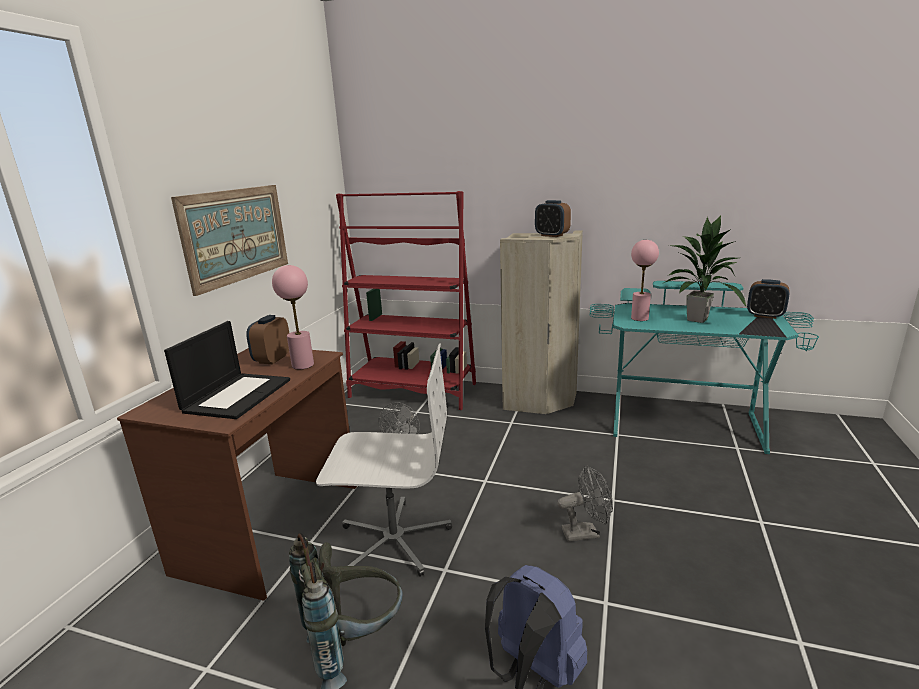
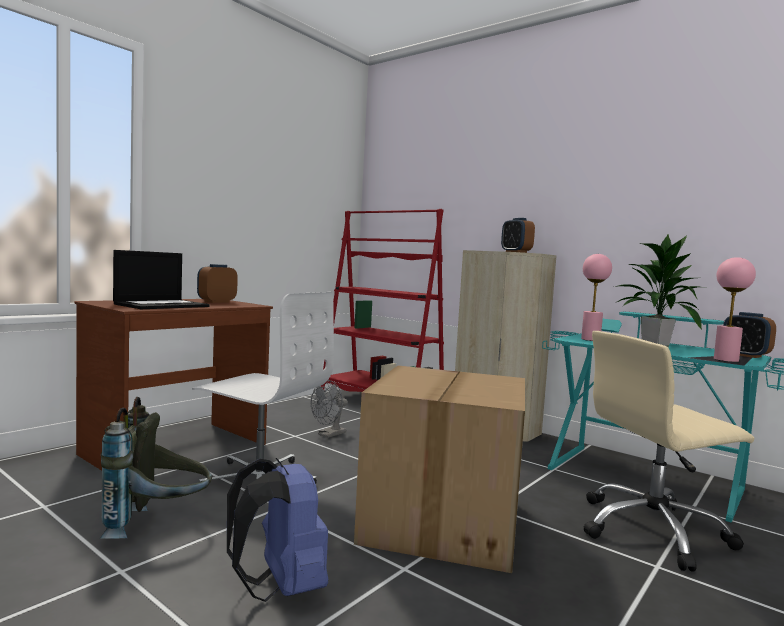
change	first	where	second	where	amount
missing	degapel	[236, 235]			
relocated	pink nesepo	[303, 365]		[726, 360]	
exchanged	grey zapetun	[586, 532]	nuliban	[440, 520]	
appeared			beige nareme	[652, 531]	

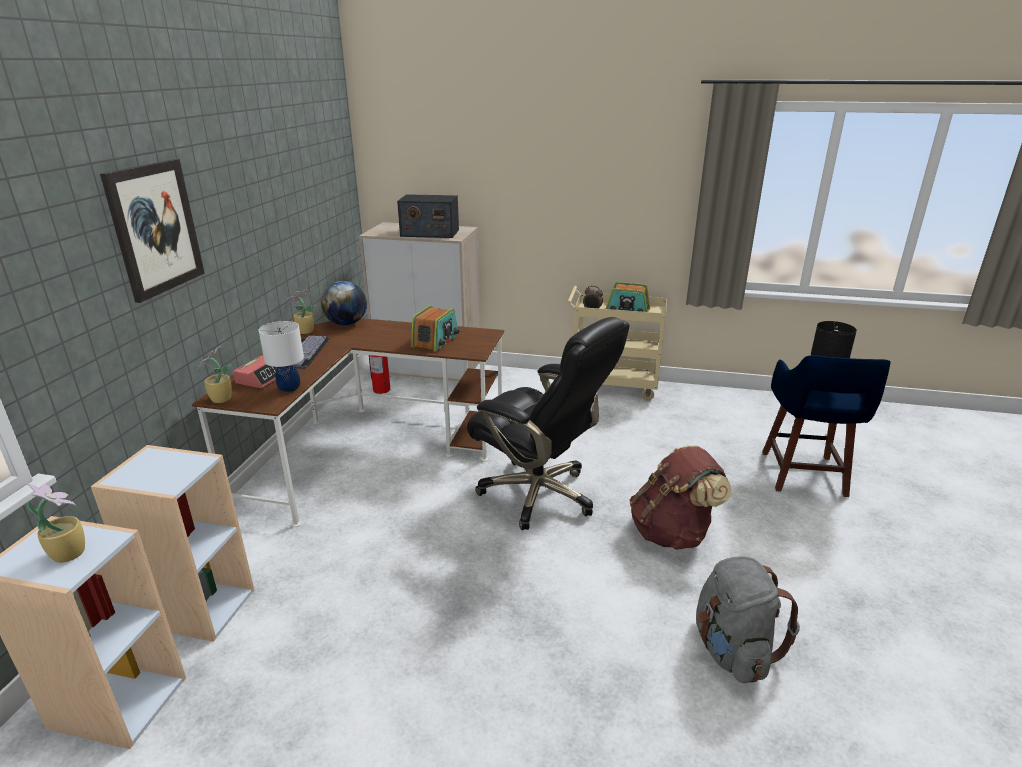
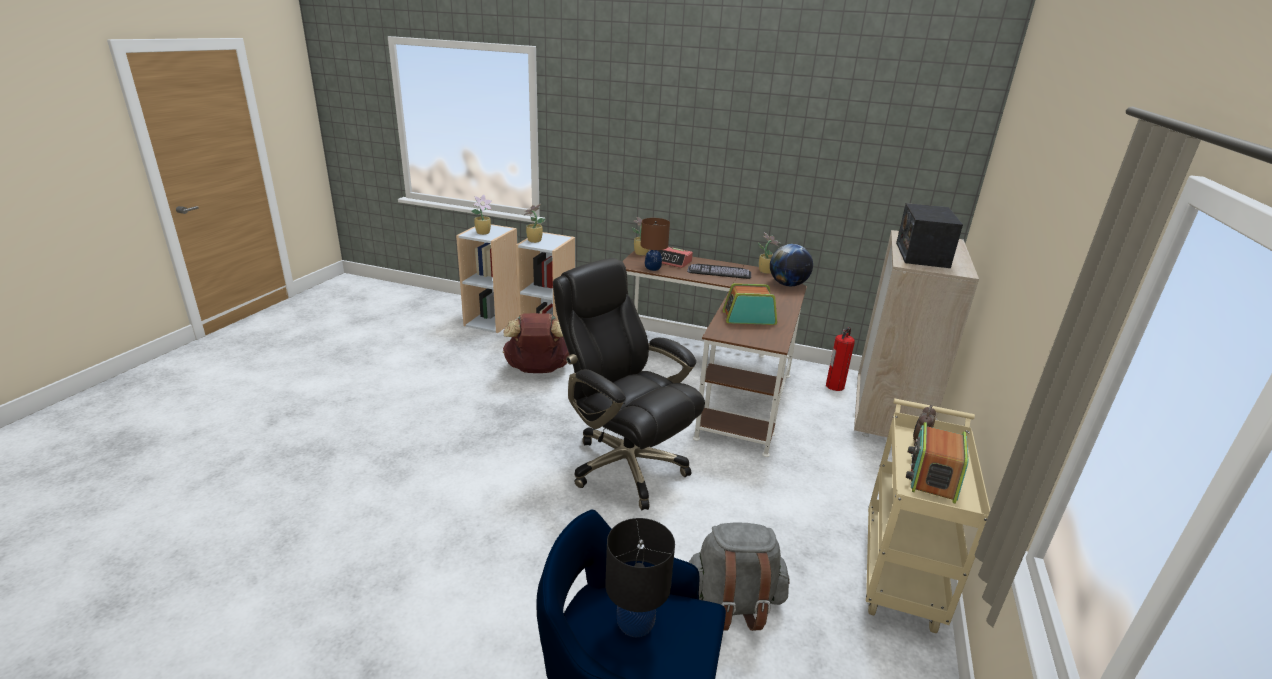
change	first	where	second	where	amount
missing	degapel	[155, 228]			
colour	white nesepo	[288, 388]	brown nesepo	[653, 269]	
spun	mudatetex	[435, 341]		[748, 318]	150 degrees clockwise
spun	black nareme	[540, 497]		[625, 465]	90 degrees clockwise
relocated	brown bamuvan	[672, 533]		[538, 370]	
relocated	grey bamuvan	[732, 650]		[733, 604]	
appeared			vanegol	[533, 241]	

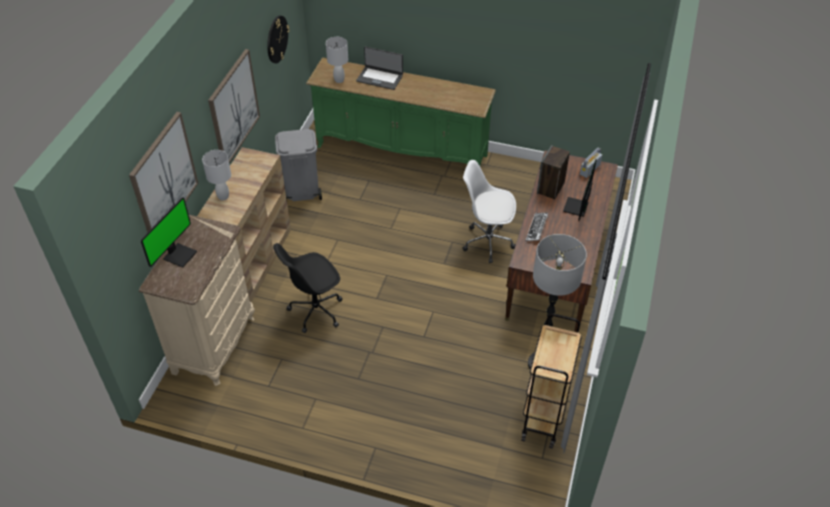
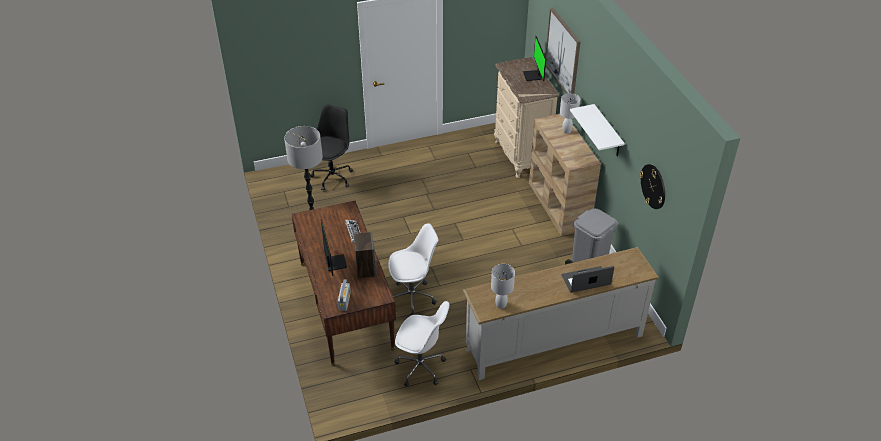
change	first	where	second	where	amount
exchanged	degapel	[233, 108]	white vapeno	[607, 132]	
relocated	black nareme	[315, 312]		[333, 177]	
colour	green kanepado	[401, 152]	grey kanepado	[553, 342]	
relocated	white nesepo	[339, 80]		[501, 305]	
missing	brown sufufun	[543, 419]			
appeared			white nareme	[421, 368]	

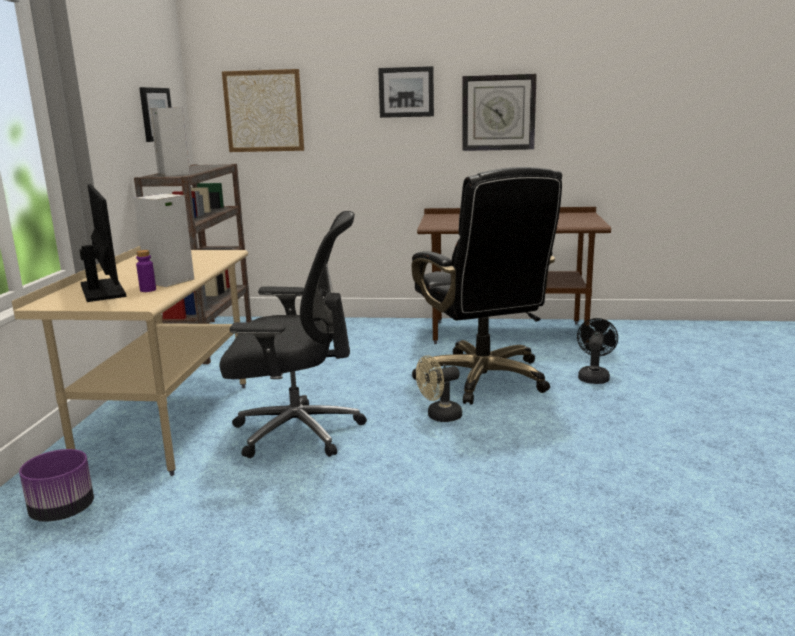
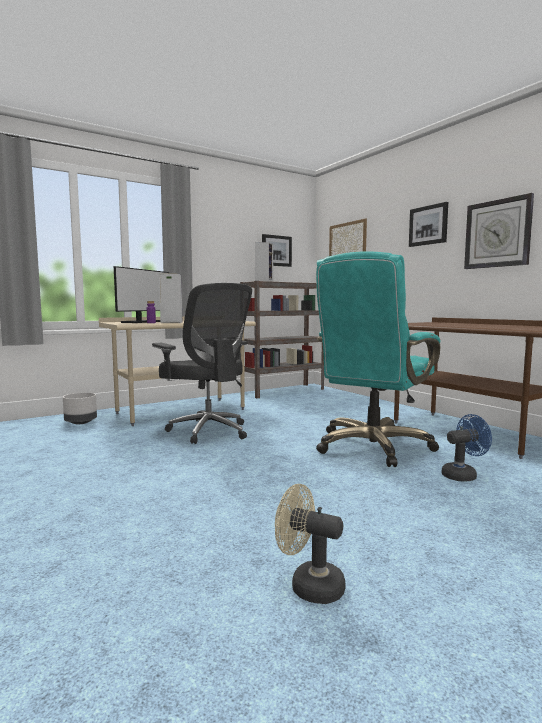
change	first	where	second	where	amount
colour	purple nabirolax	[62, 512]	grey nabirolax	[80, 422]	
colour	black nareme	[482, 377]	turquoise nareme	[372, 446]	
relocated	beige zapetun	[439, 417]		[309, 585]	
colour	black zapetun	[594, 376]	blue zapetun	[463, 475]	

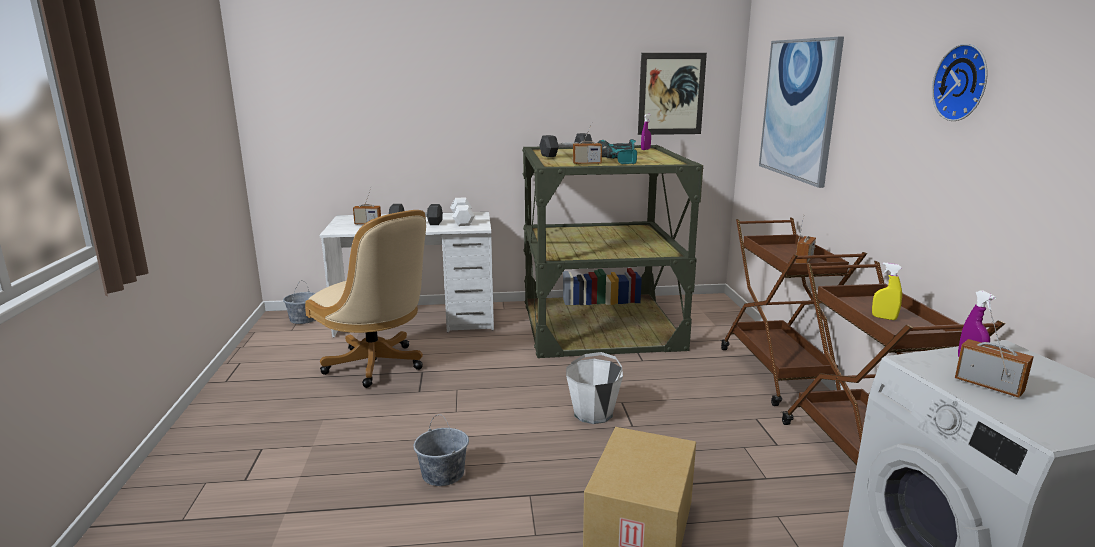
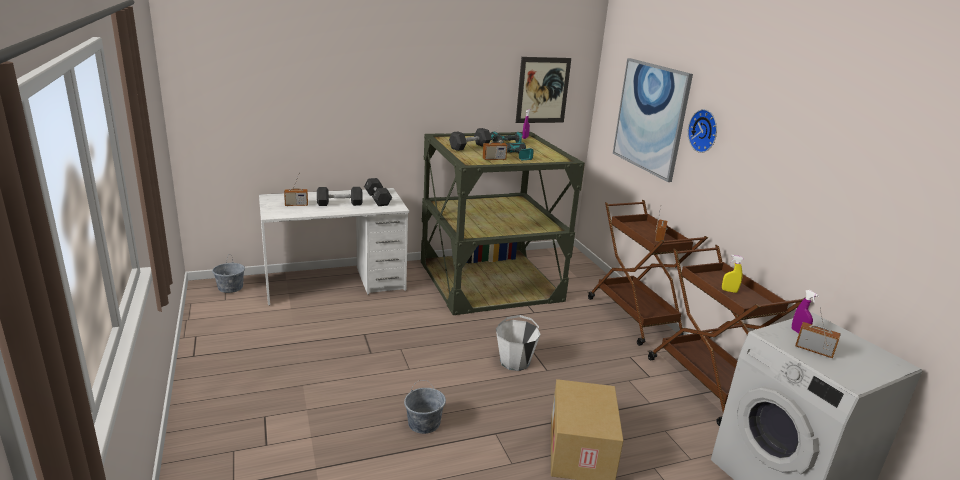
change	first	where	second	where	amount
missing	beige nareme	[379, 368]			
colour	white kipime	[462, 220]	black kipime	[377, 199]	
relocated	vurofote	[964, 83]		[705, 131]	

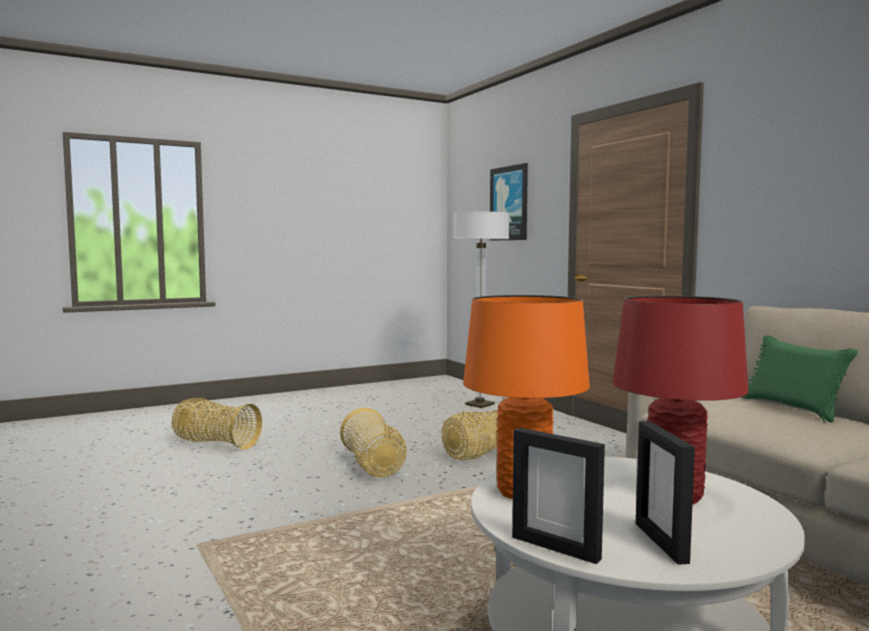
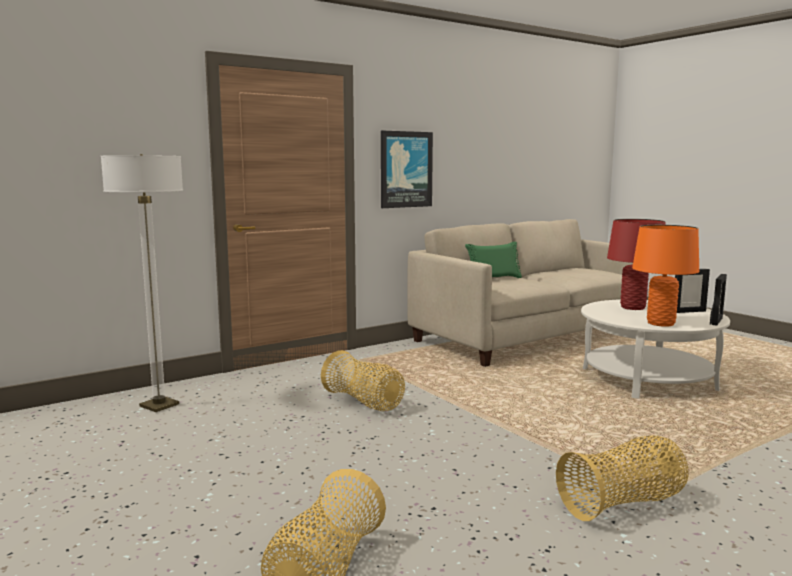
change	first	where	second	where	amount
relocated	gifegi	[373, 466]		[623, 504]	
relocated	degapel	[509, 203]		[405, 169]	

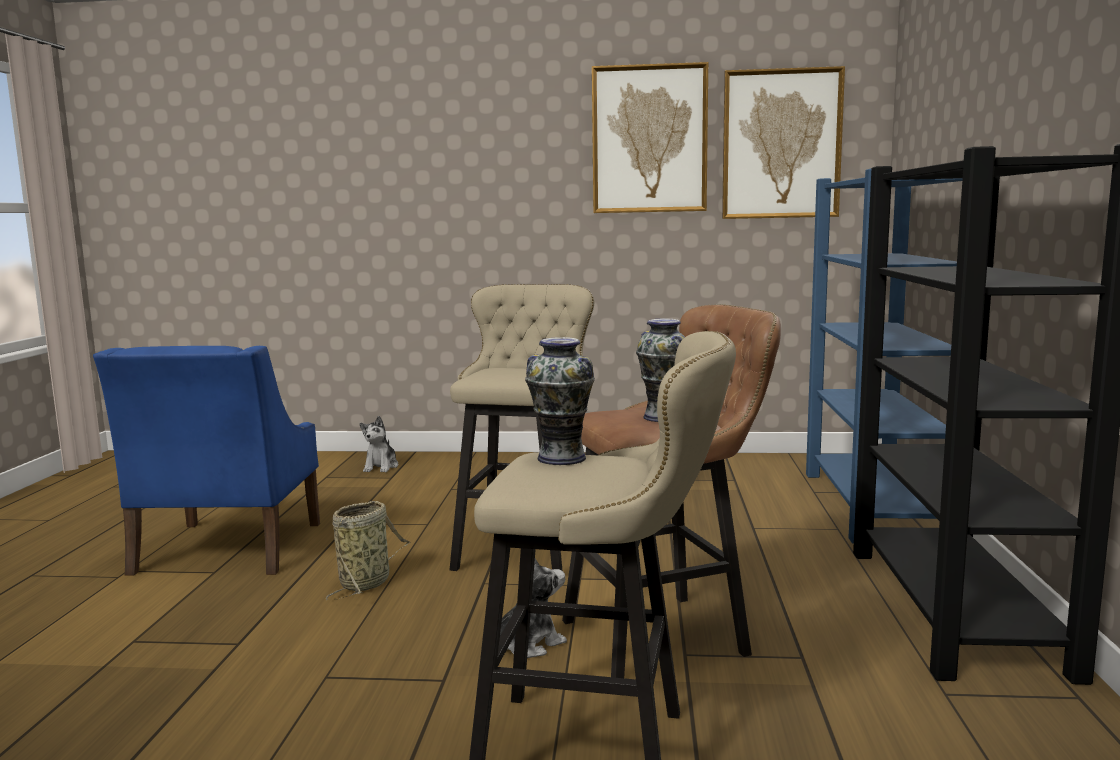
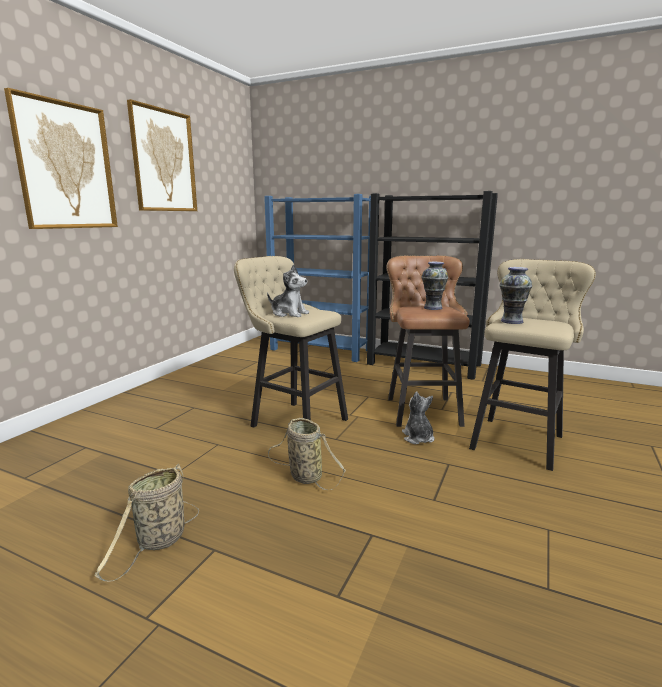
change	first	where	second	where	amount
exchanged	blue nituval	[227, 548]	gifegi	[159, 542]	
relocated	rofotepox	[381, 467]		[289, 314]	
relocated	degapel	[781, 144]		[66, 166]	

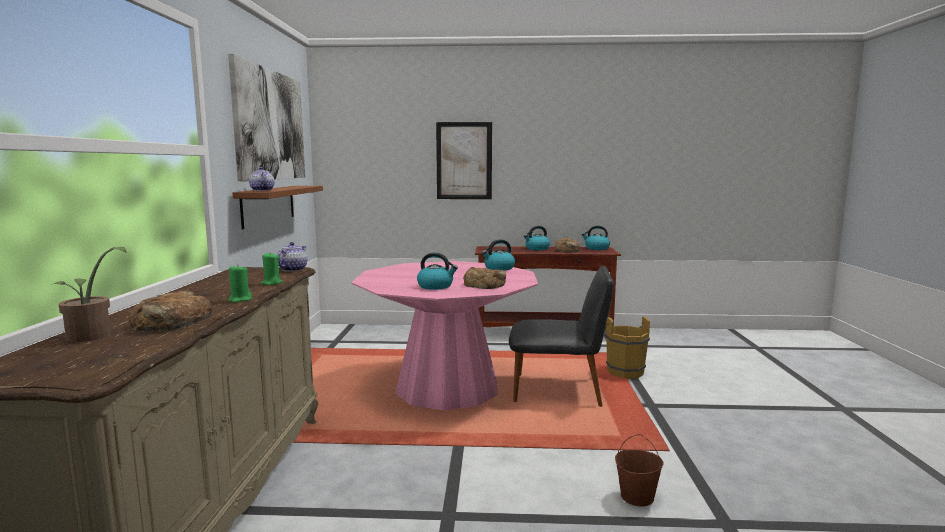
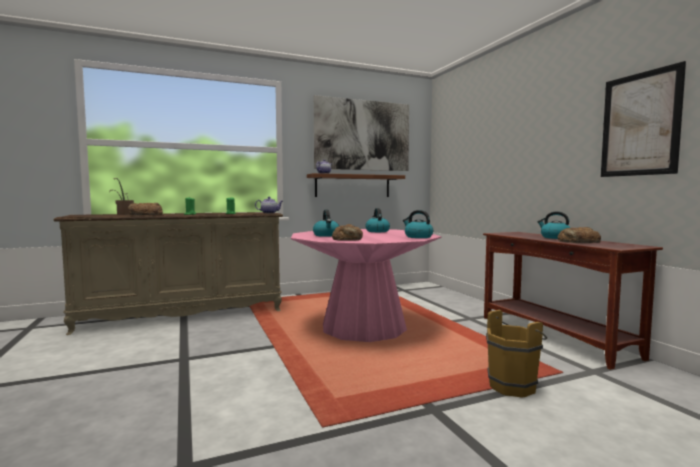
change	first	where	second	where	amount
relocated	degapel	[464, 161]		[640, 124]	
missing	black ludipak	[557, 390]			
relocated	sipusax	[596, 248]		[377, 231]	
missing	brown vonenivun	[637, 497]			

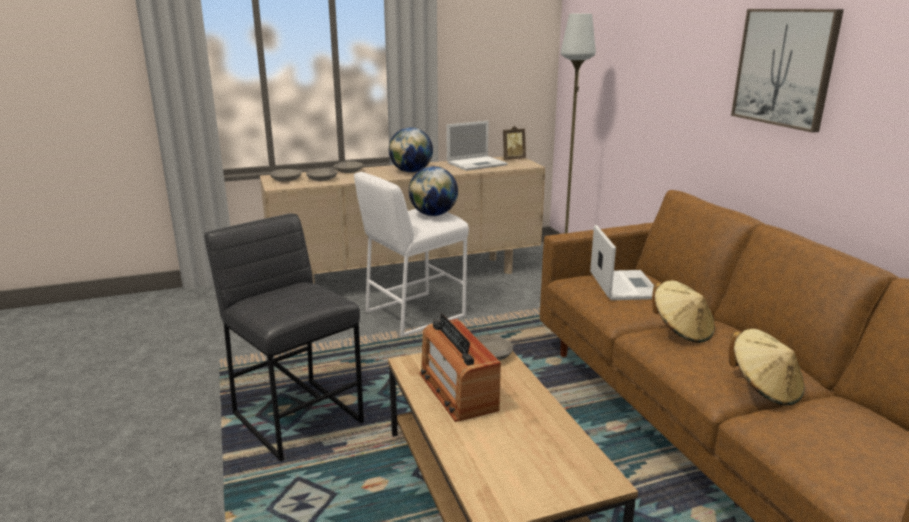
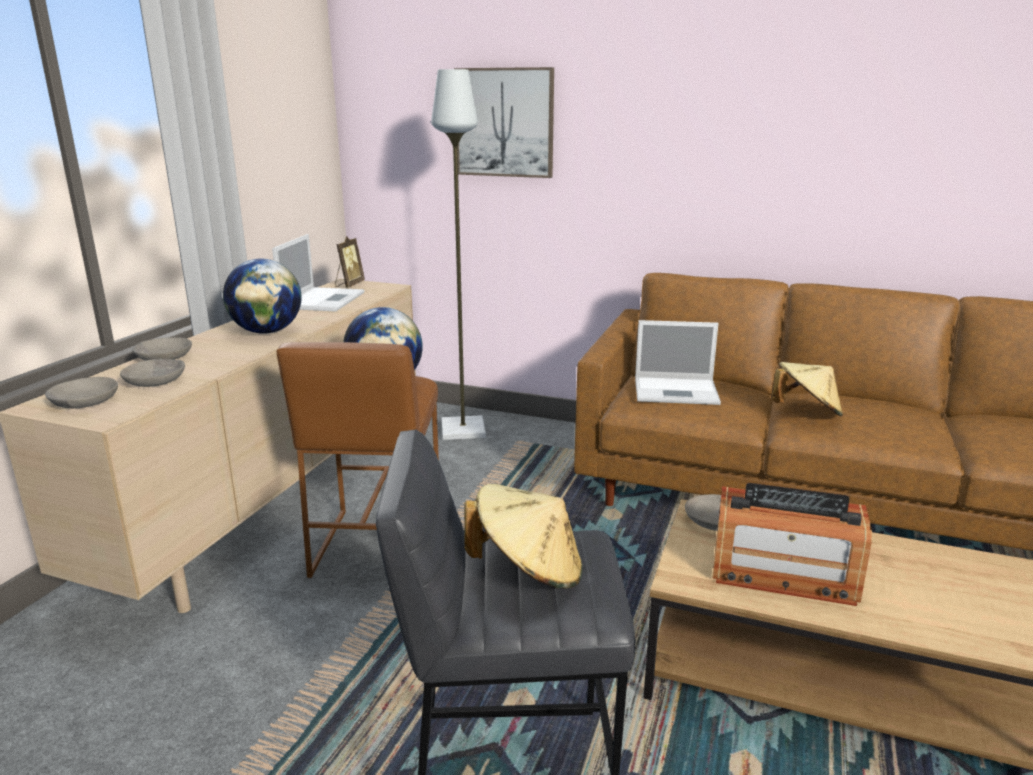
change	first	where	second	where	amount
colour	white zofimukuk	[413, 314]	brown zofimukuk	[377, 545]	
spun	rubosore	[623, 285]		[677, 391]	150 degrees clockwise
relocated	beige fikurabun	[763, 388]		[528, 570]	
relocated	degapel	[784, 67]		[504, 123]	

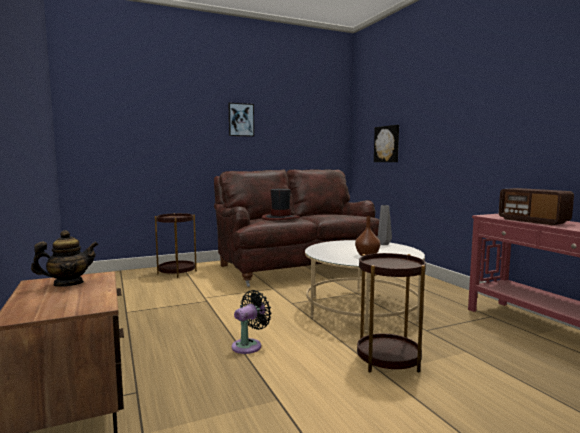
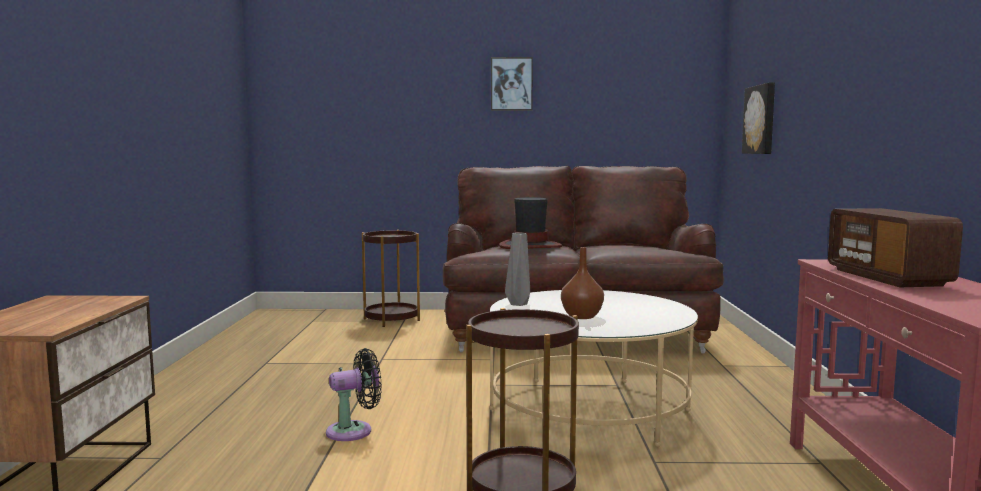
change	first	where	second	where	amount
missing	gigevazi	[68, 284]			
relocated	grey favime	[384, 244]		[518, 304]	

